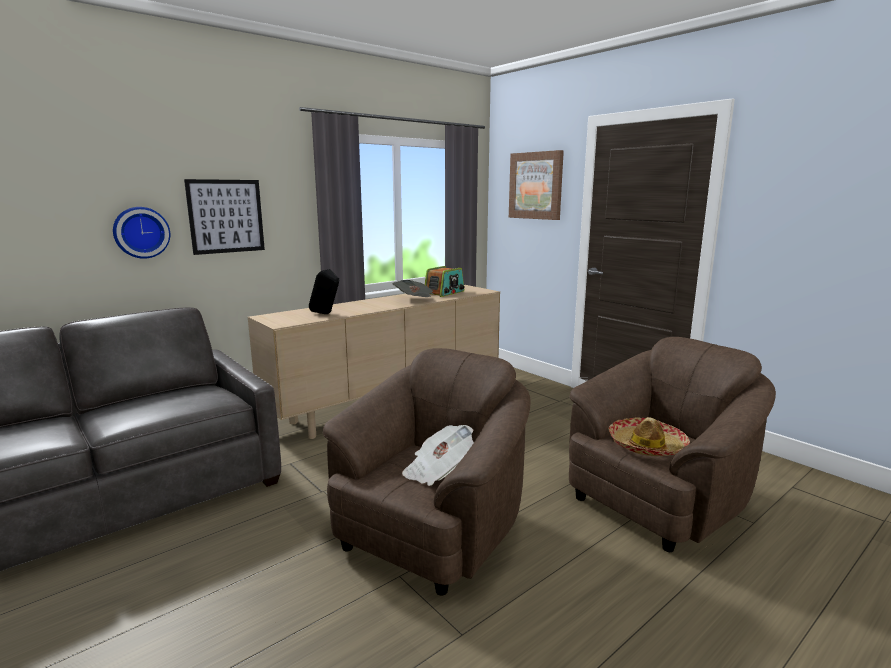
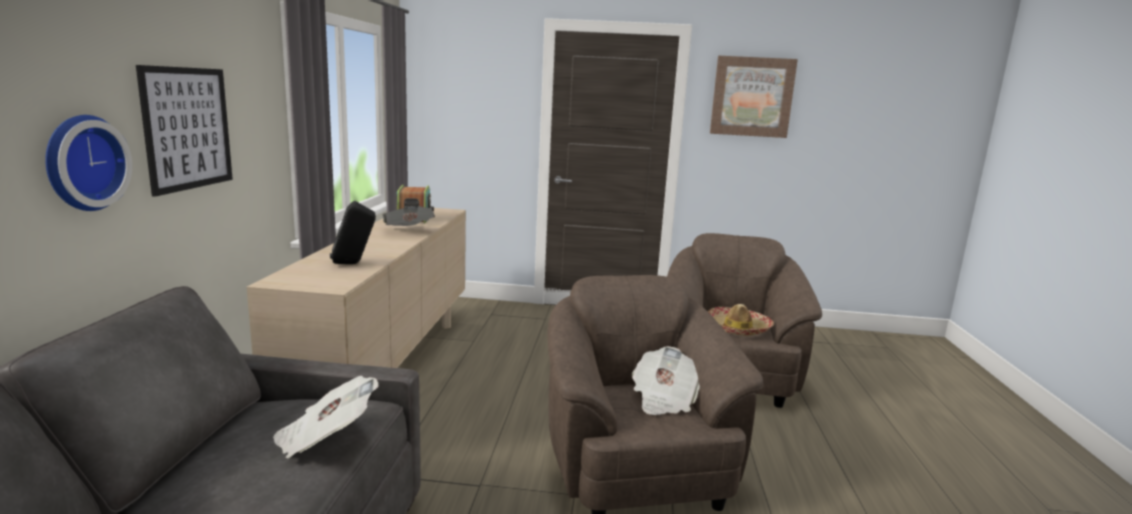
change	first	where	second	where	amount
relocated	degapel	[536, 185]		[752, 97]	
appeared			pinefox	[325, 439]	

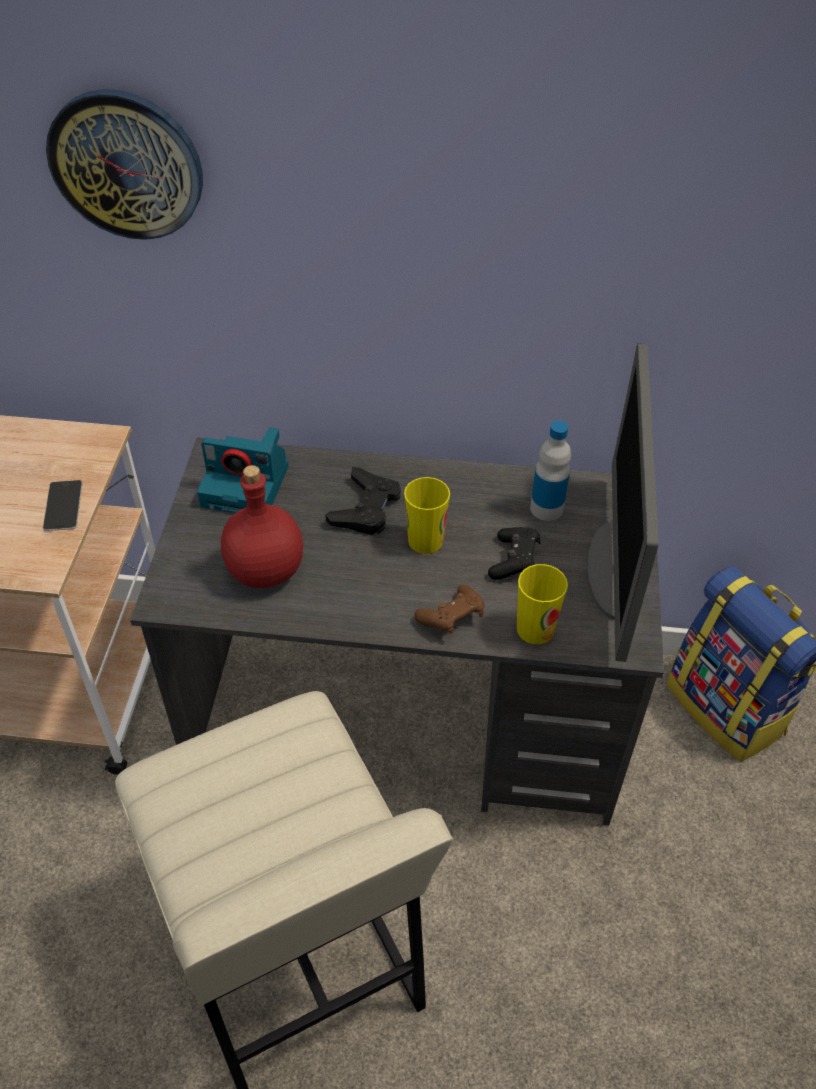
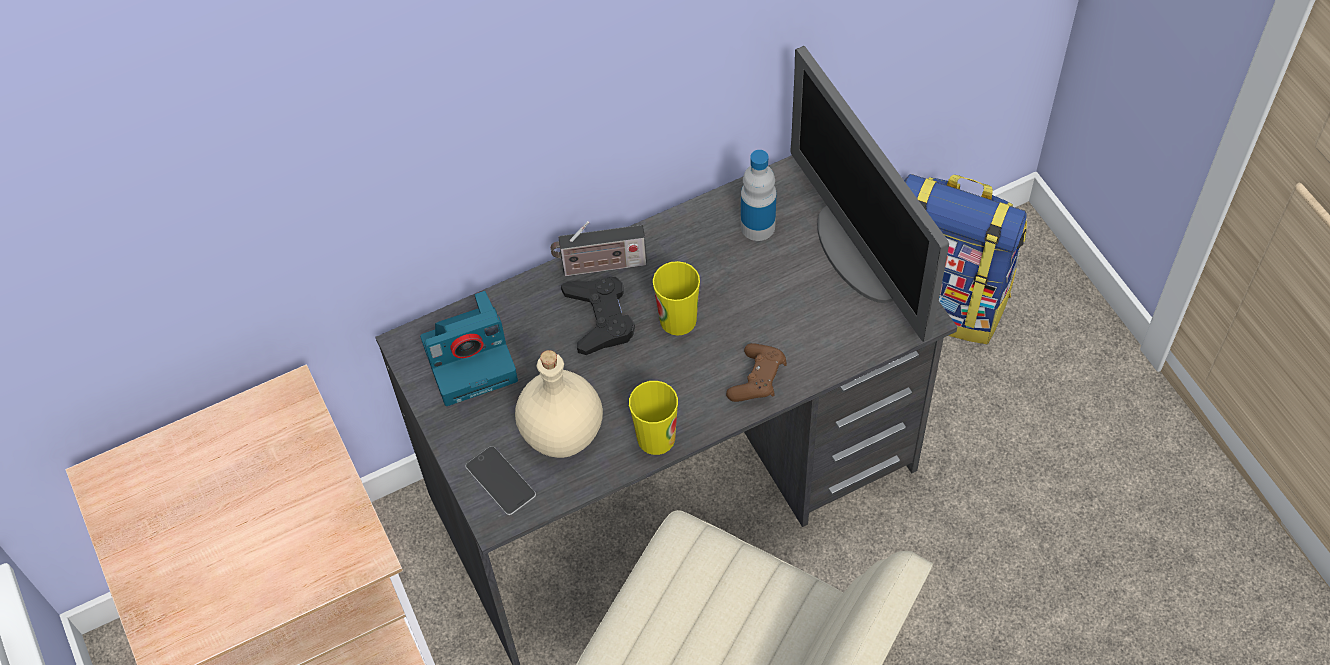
change	first	where	second	where	amount
relocated	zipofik	[63, 505]		[500, 480]	
missing	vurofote	[127, 165]			
colour	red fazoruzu	[265, 569]	beige fazoruzu	[561, 431]	
missing	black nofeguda	[514, 561]			
relocated	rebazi	[535, 629]		[656, 438]	
appeared			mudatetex	[600, 266]	

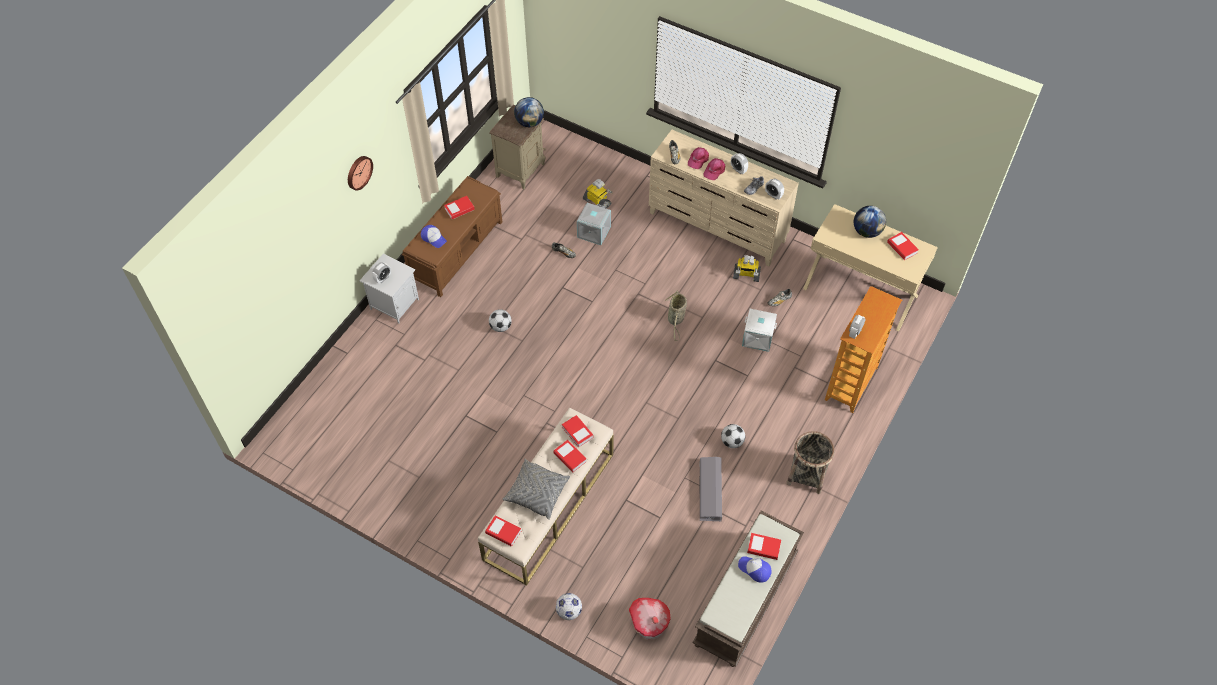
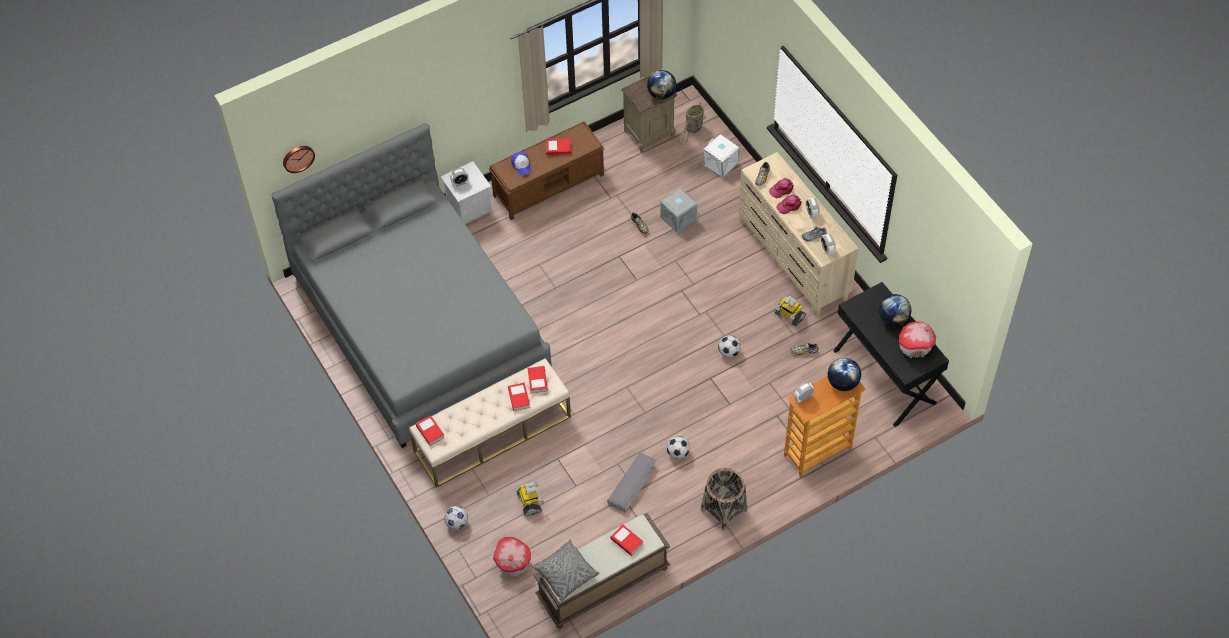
change	first	where	second	where	amount
relocated	vurofote	[358, 172]		[298, 158]	
relocated	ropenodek	[500, 327]		[729, 352]	
relocated	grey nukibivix	[537, 493]		[565, 574]	
relocated	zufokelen	[597, 202]		[530, 503]	
relocated	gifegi	[676, 320]		[693, 129]	
missing	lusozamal	[754, 569]			
relocated	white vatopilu	[758, 337]		[721, 164]	
colour	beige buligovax	[860, 292]	black buligovax	[885, 376]	
exchanged	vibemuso	[902, 248]	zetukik	[915, 347]	
appeared			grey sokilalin	[420, 324]	
appeared			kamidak	[843, 383]	

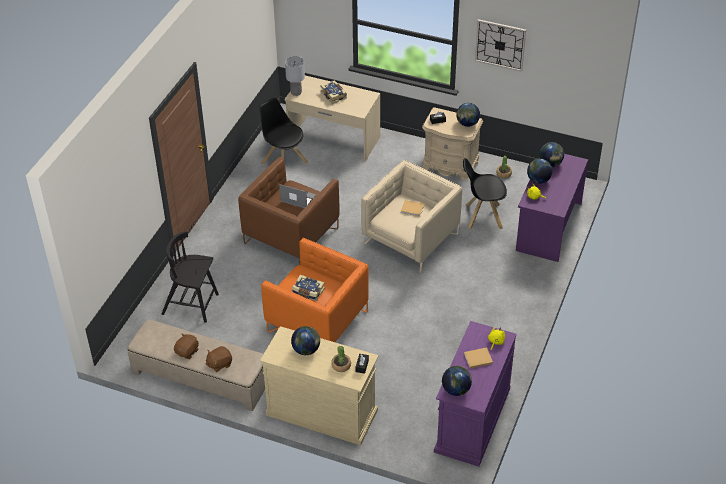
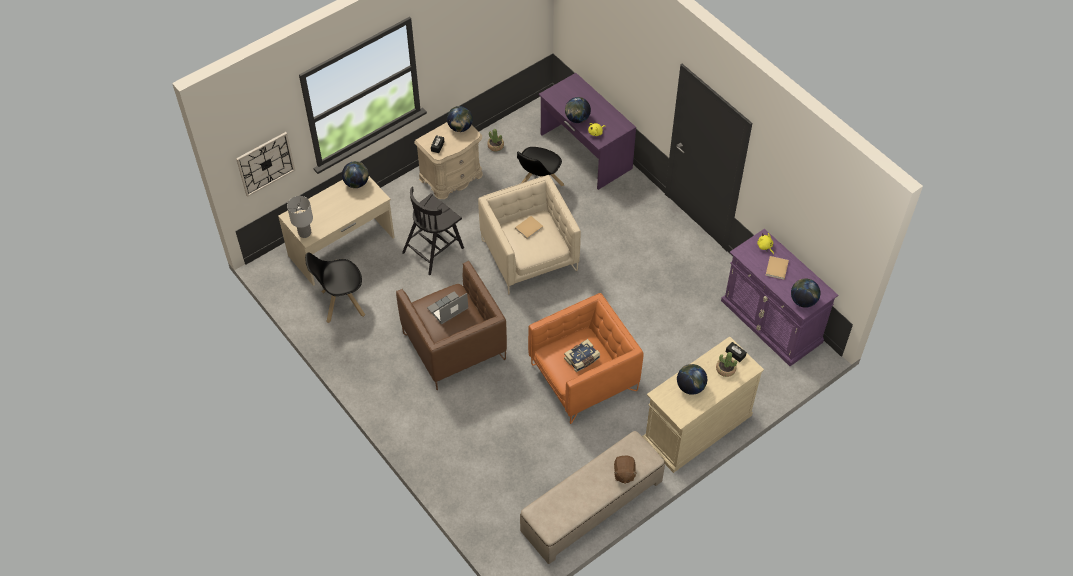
change	first	where	second	where	amount
relocated	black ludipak	[191, 304]		[434, 249]	
missing	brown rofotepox	[187, 352]			
missing	vibemuso	[334, 95]			
relocated	vurofote	[500, 45]		[265, 163]	
relocated	kamidak	[550, 164]		[356, 183]	

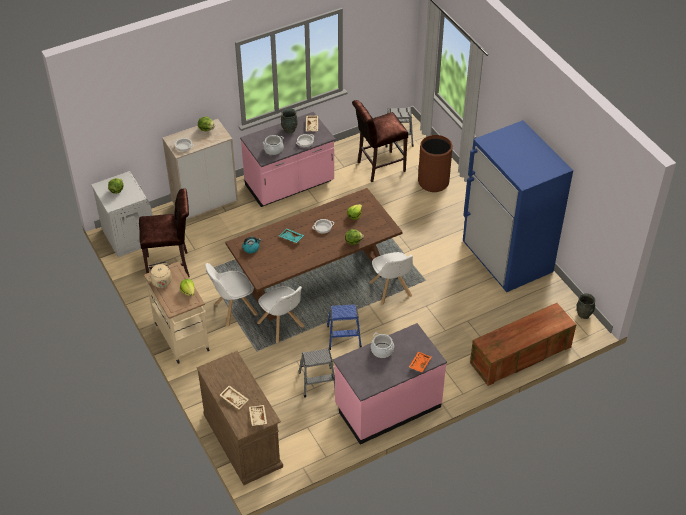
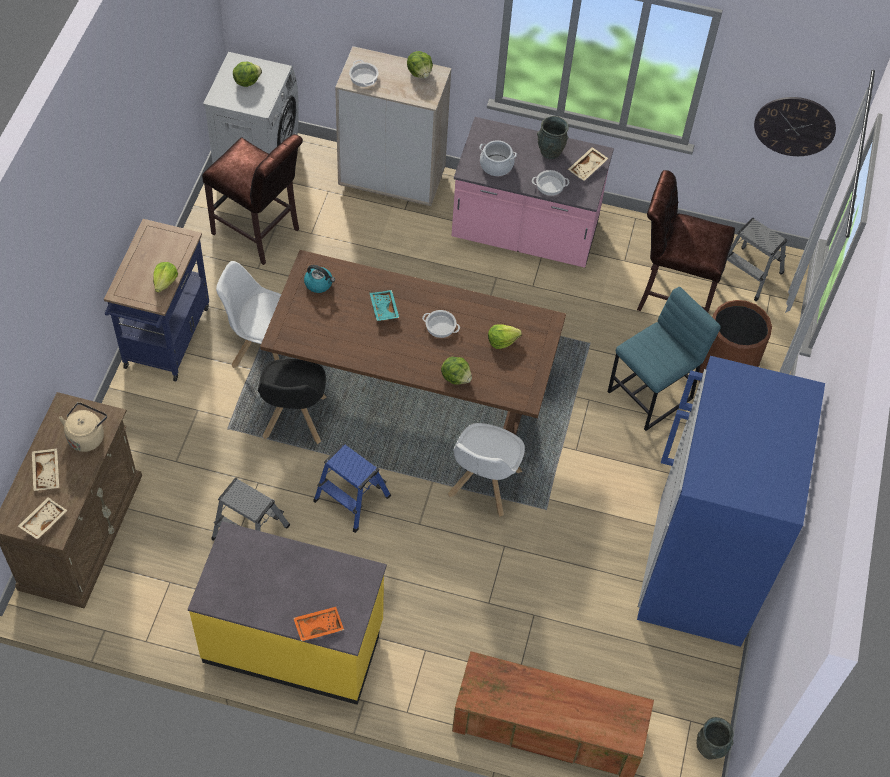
change	first	where	second	where	amount
colour	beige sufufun	[182, 338]	blue sufufun	[166, 340]	
relocated	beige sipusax	[161, 281]		[87, 436]	
colour	white ludipak	[281, 326]	black ludipak	[294, 420]	
colour	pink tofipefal	[387, 406]	yellow tofipefal	[294, 641]	
missing	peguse	[382, 350]			
appeared			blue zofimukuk	[651, 394]	
appeared			vurofote	[794, 126]	

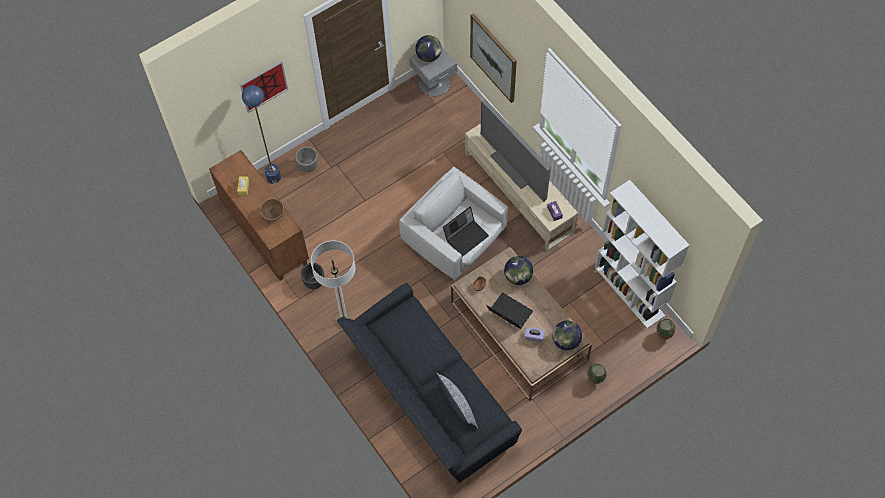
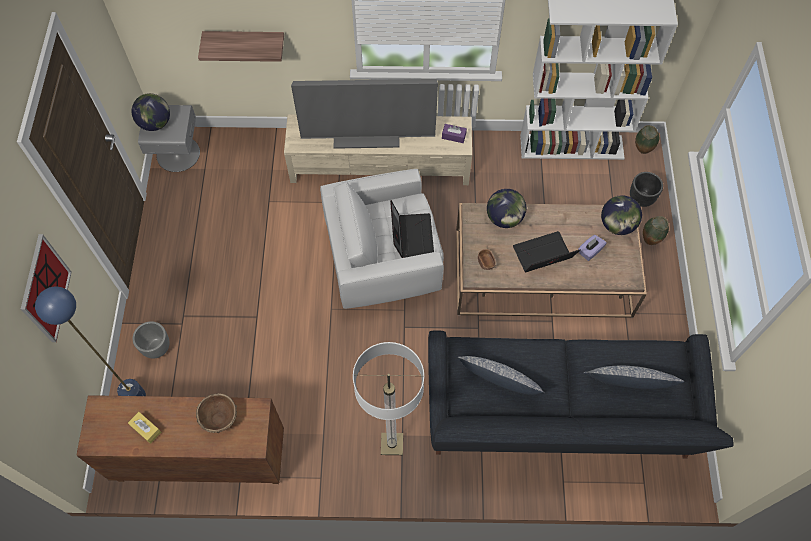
change	first	where	second	where	amount
relocated	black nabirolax	[314, 282]		[641, 198]	
exchanged	degapel	[494, 57]	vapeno	[245, 42]	
appeared			nukibivix	[499, 381]	

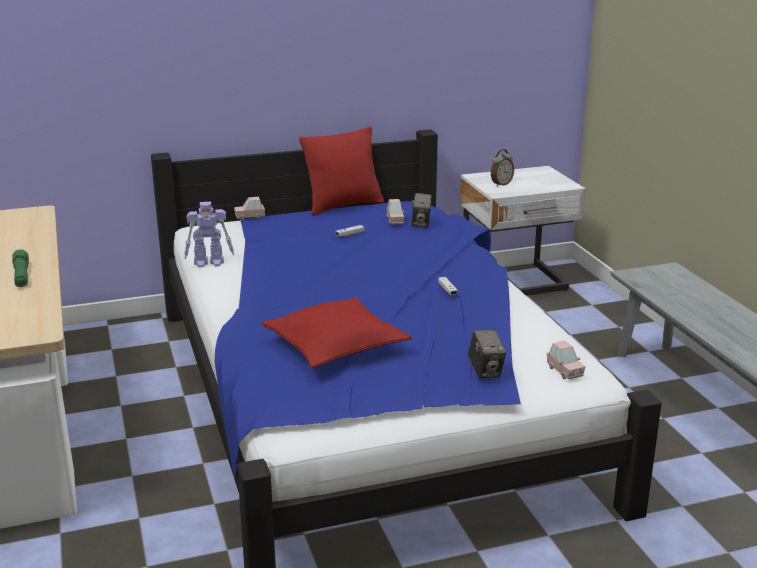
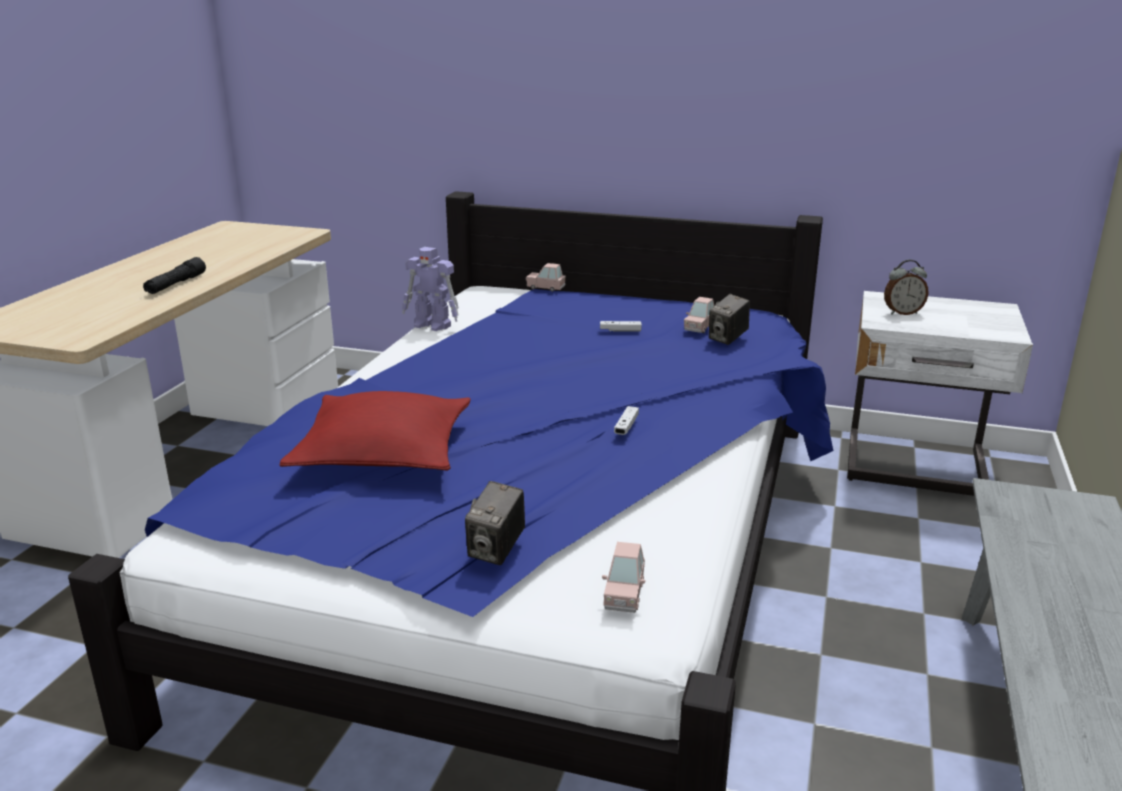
change	first	where	second	where	amount
colour	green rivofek	[22, 276]	black rivofek	[176, 284]	
missing	red nukibivix	[343, 205]			

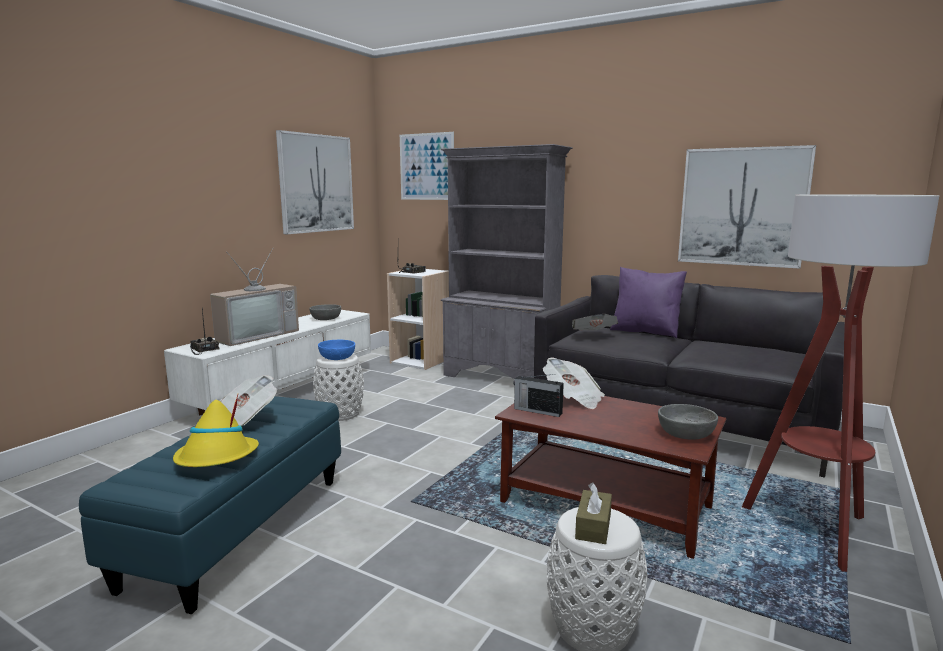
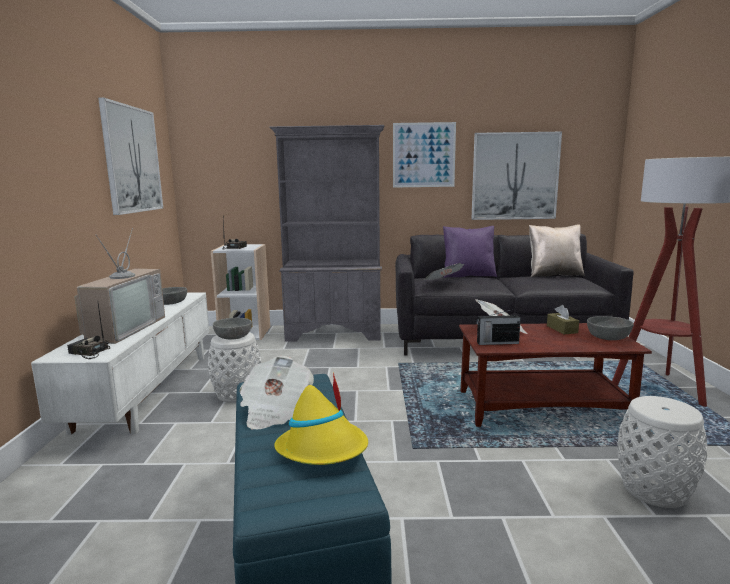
change	first	where	second	where	amount
colour	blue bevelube	[337, 357]	grey bevelube	[233, 336]	
relocated	degapel	[426, 166]		[423, 155]	
relocated	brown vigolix	[593, 526]		[562, 329]	
appeared			beige nukibivix	[553, 275]	

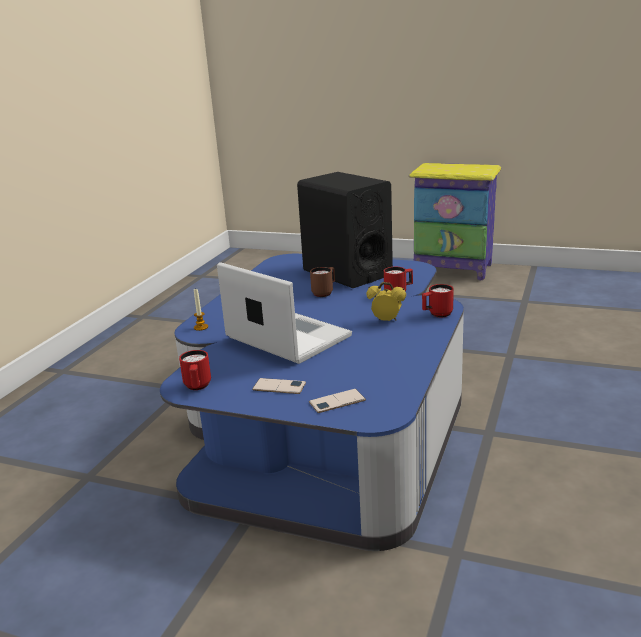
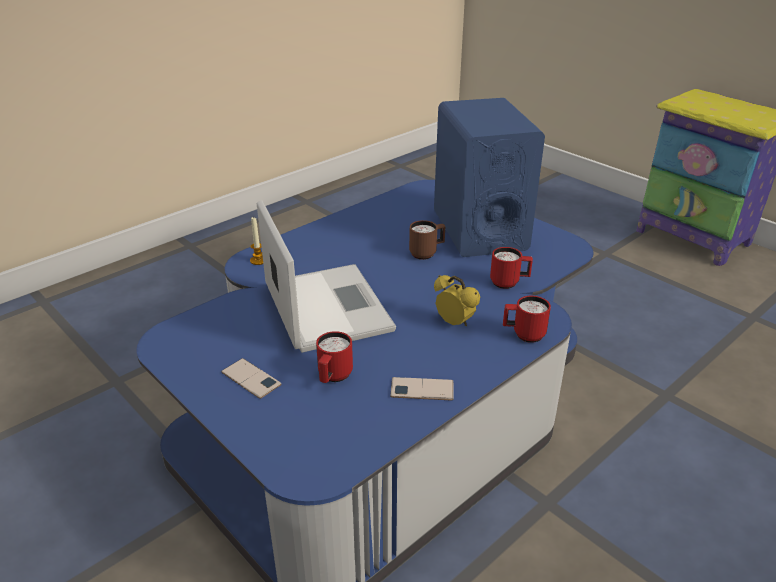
change	first	where	second	where	amount
relocated	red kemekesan	[197, 387]		[333, 377]	
colour	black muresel	[346, 273]	blue muresel	[479, 230]	
relocated	zipofik	[337, 401]		[422, 389]	

